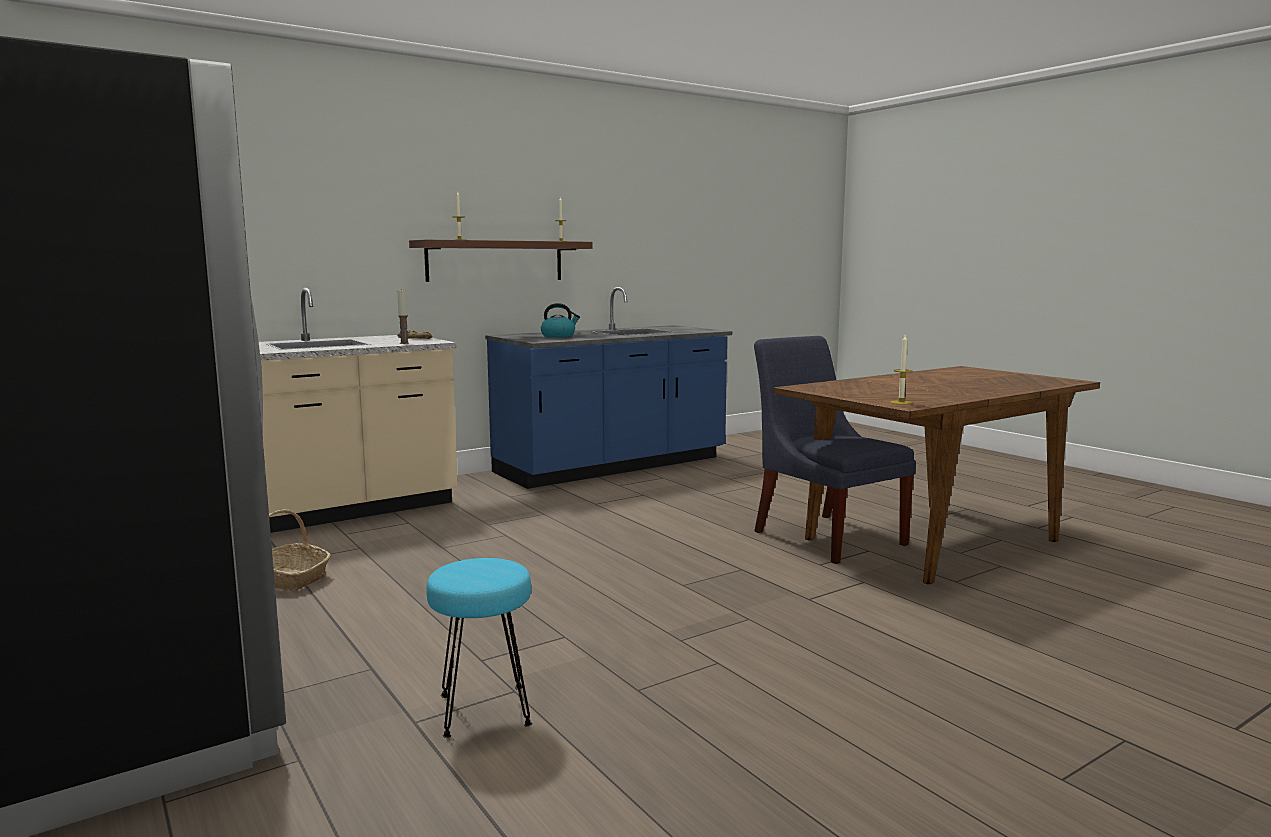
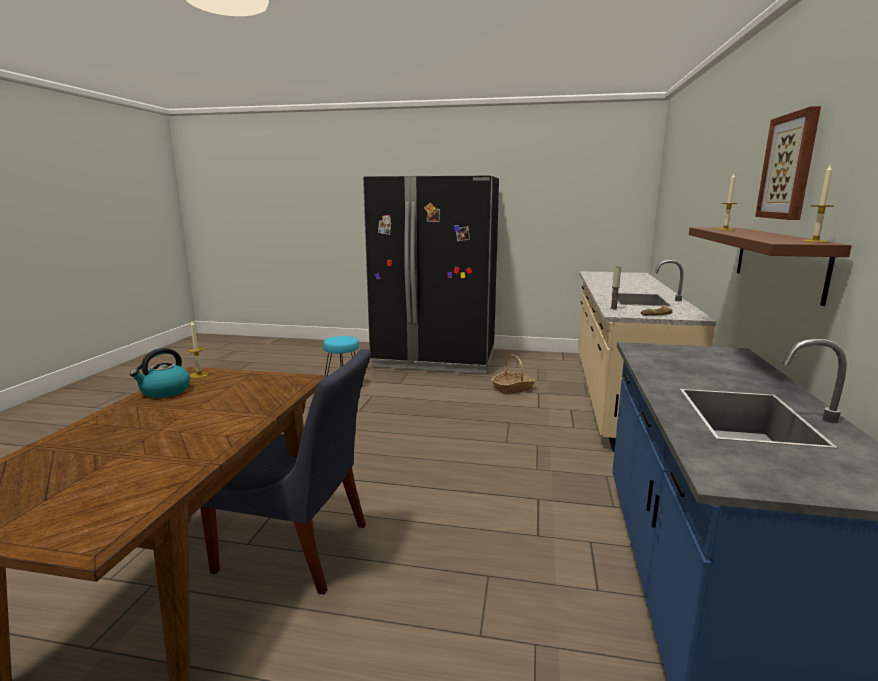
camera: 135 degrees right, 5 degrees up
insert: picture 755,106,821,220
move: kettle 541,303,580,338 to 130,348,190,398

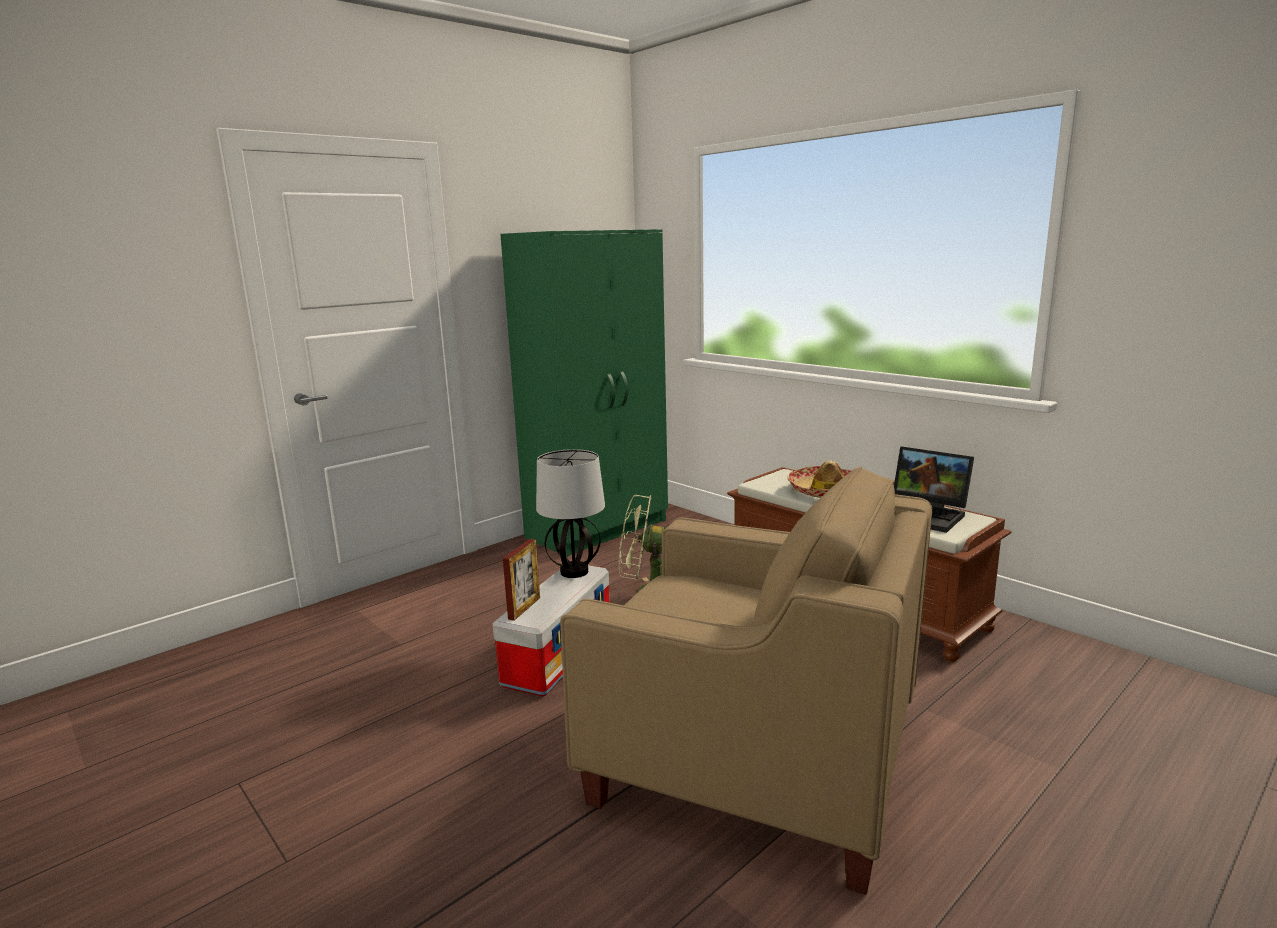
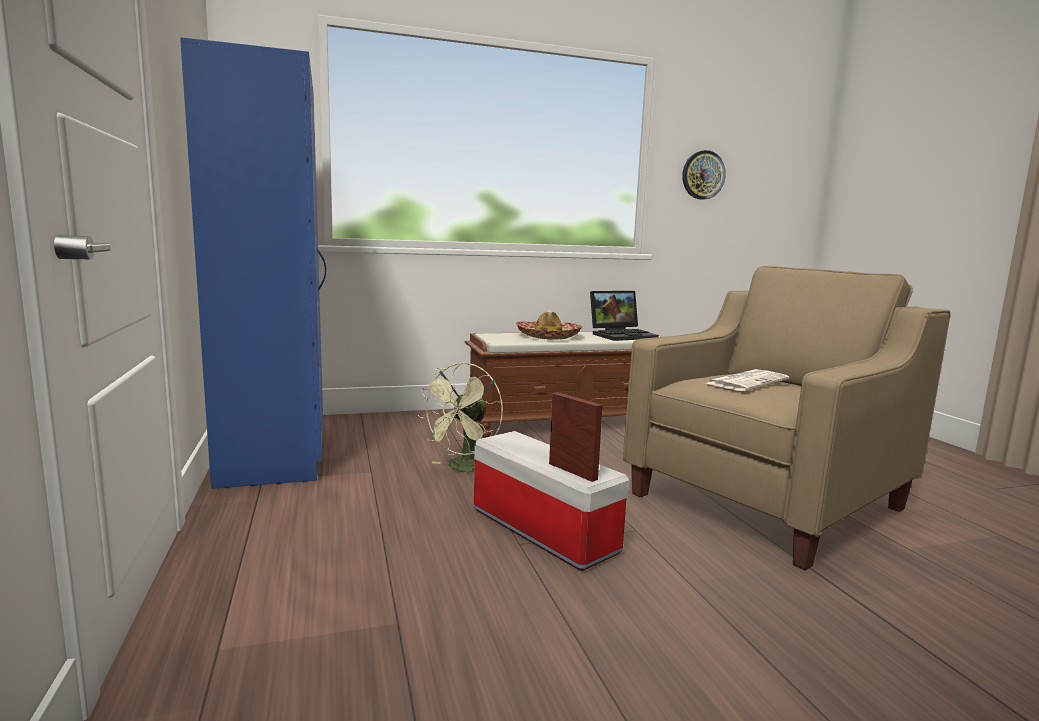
camera: 65 degrees left, 5 degrees down
delete: table lamp 536,449,605,578
insert: wall clock 682,150,726,200; newspaper 707,369,789,391
recolor: wardrobe/green 500,229,668,557 to wardrobe/blue 180,37,326,489

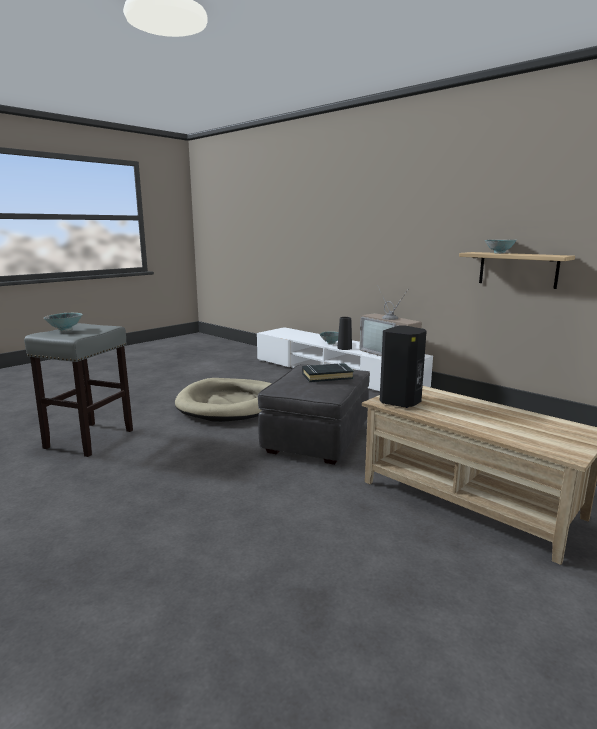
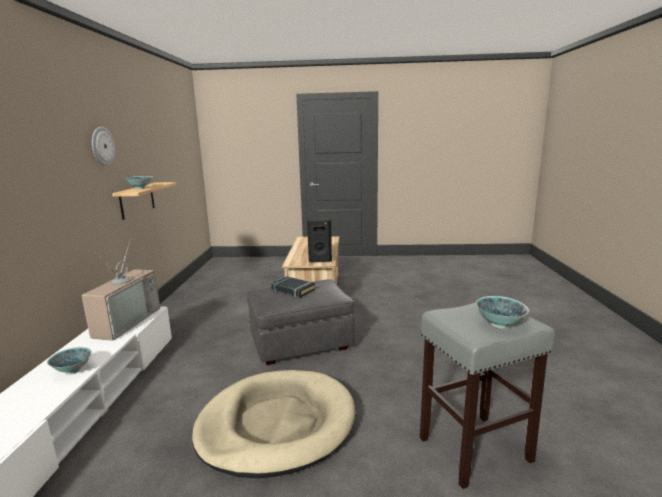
camera: 130 degrees left, 0 degrees up
delete: vase/black 337,317,352,350
insert: wall clock 92,127,115,166

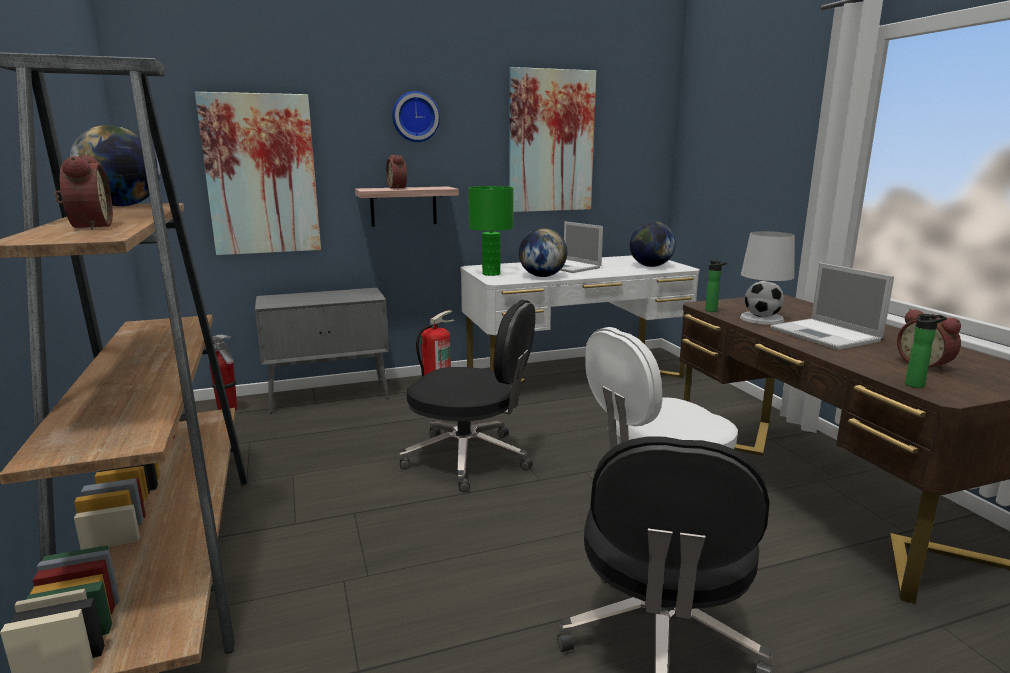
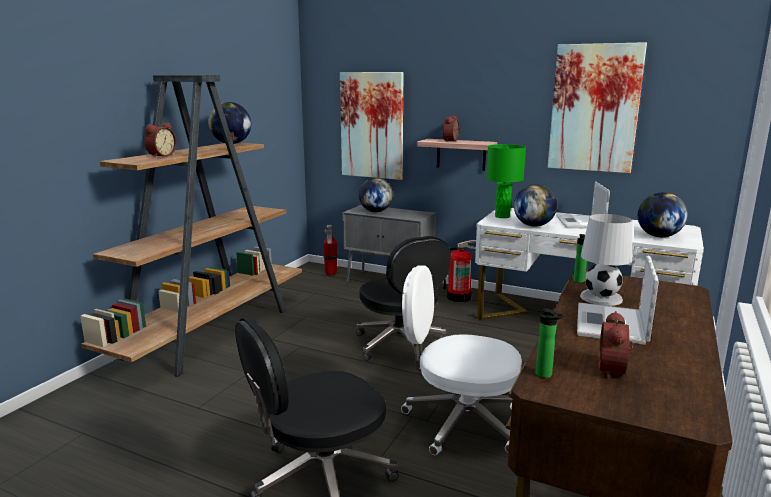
camera: 45 degrees right, 0 degrees up
delete: wall clock 392,91,440,142
insert: globe 359,178,393,212

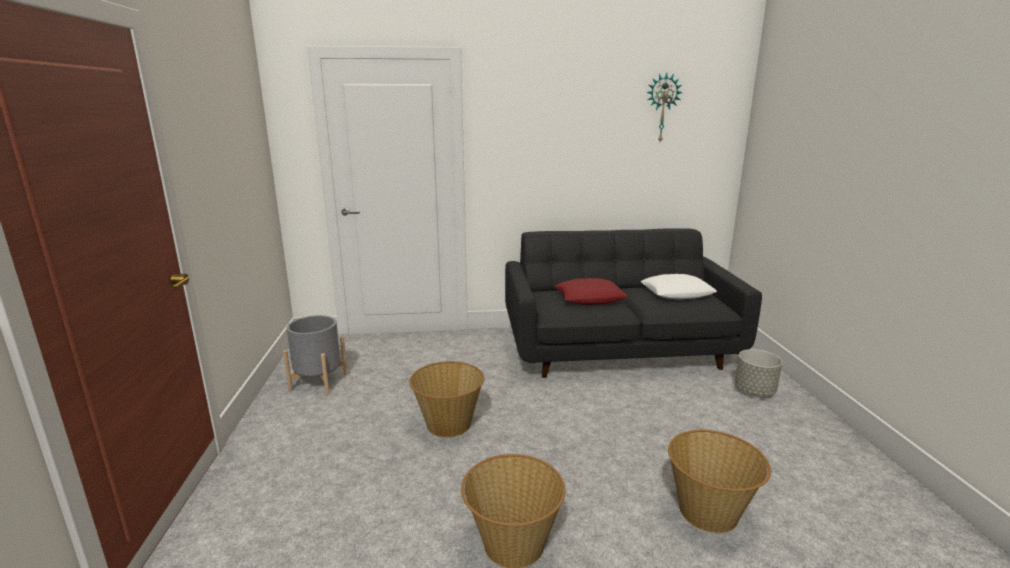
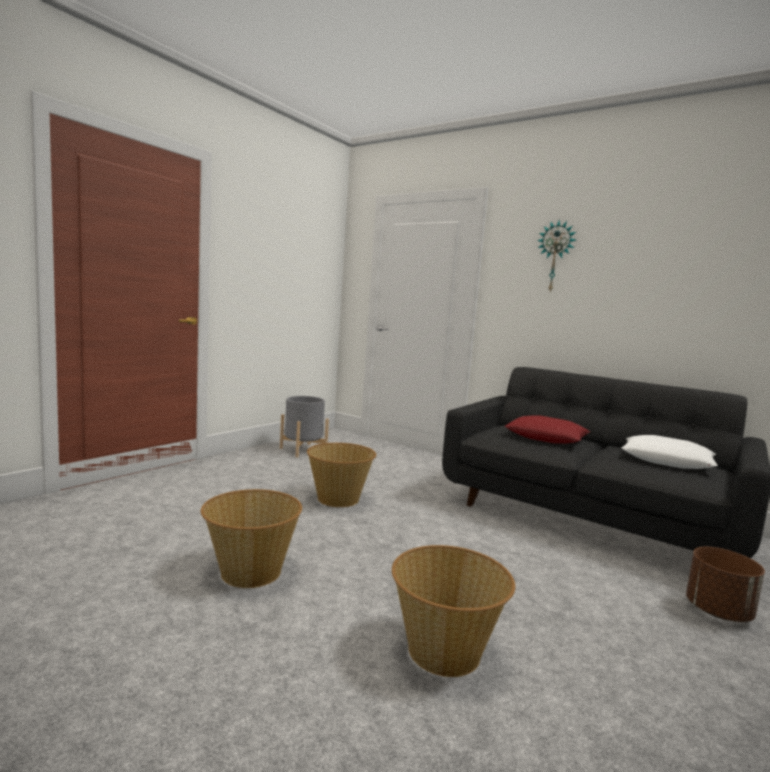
camera: 40 degrees right, 10 degrees down
move: wall clock 646,72,683,142 to 537,220,576,292
recolor: planter/grey 735,349,782,396 to planter/brown 686,547,765,622

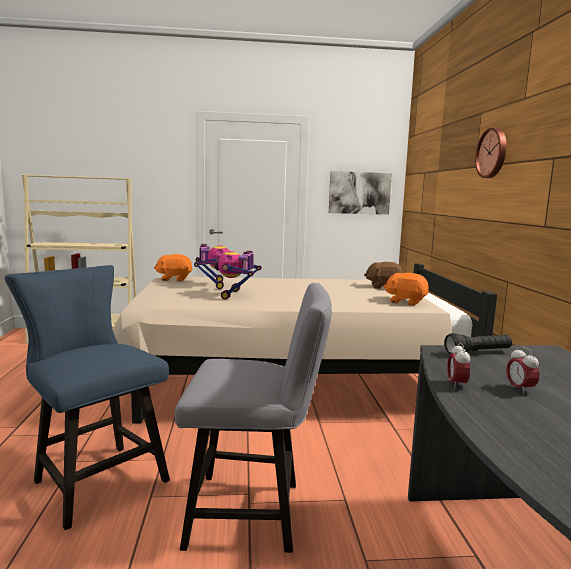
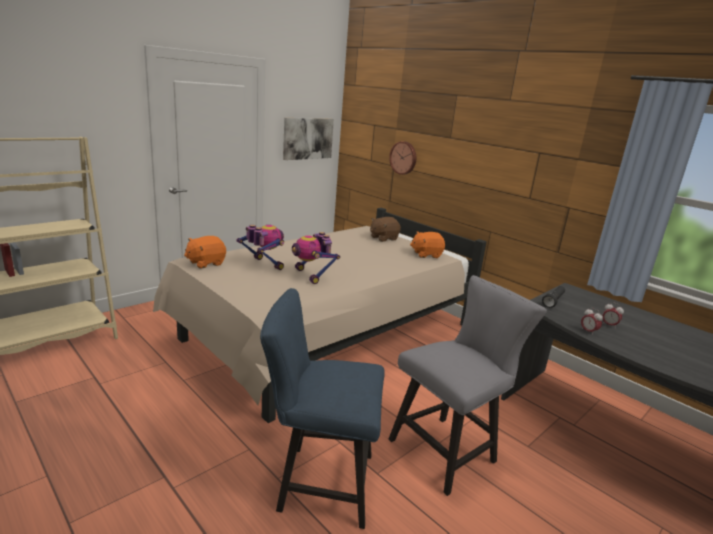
camera: 40 degrees left, 10 degrees up
move: wall clock 475,128,506,178 to 389,141,416,175

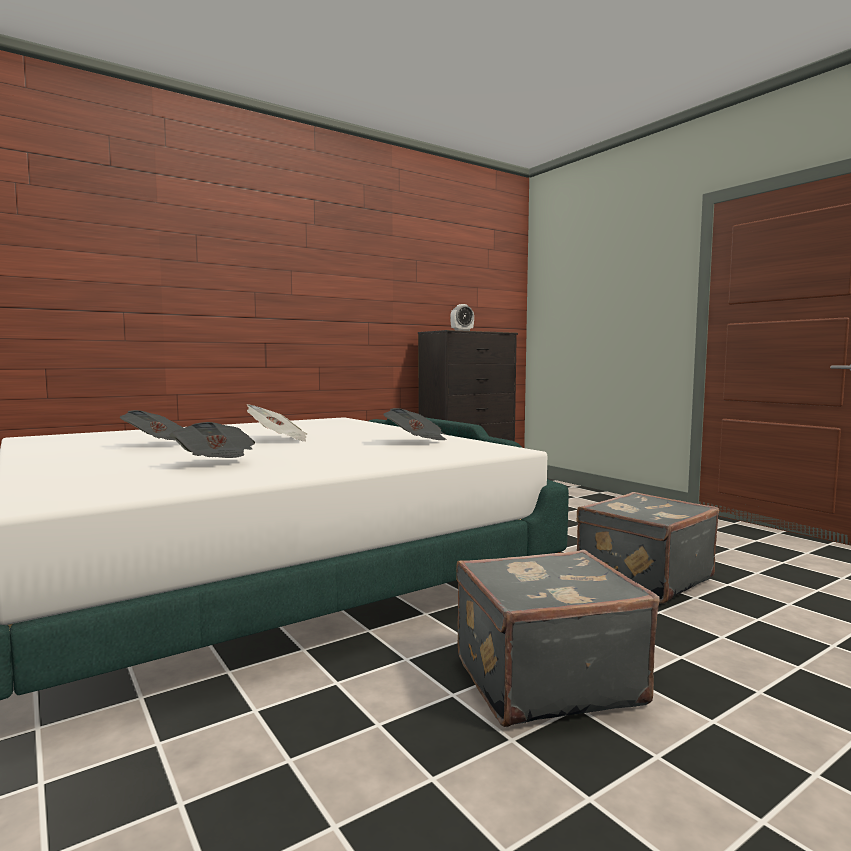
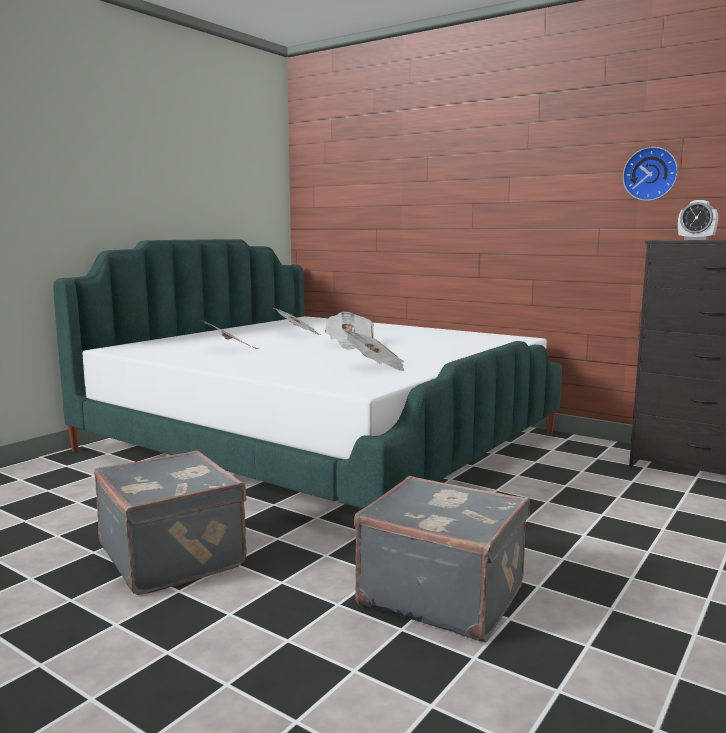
camera: 70 degrees right, 5 degrees up
insert: wall clock 623,147,678,201

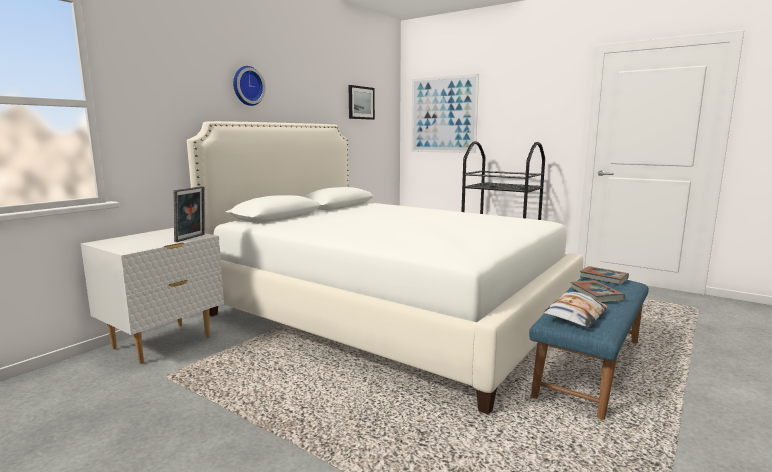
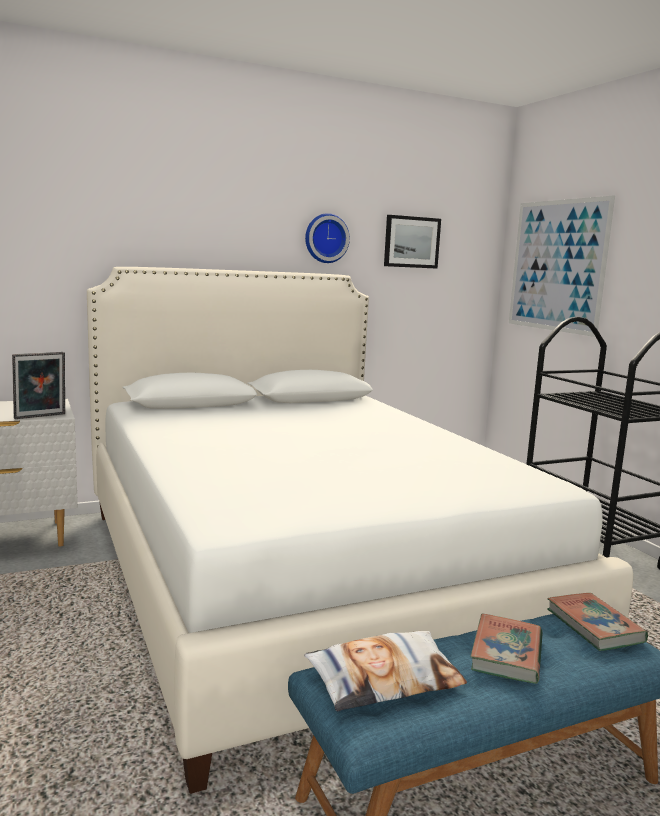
camera: 30 degrees right, 0 degrees up
move: wall clock 233,66,266,106 to 305,213,350,263

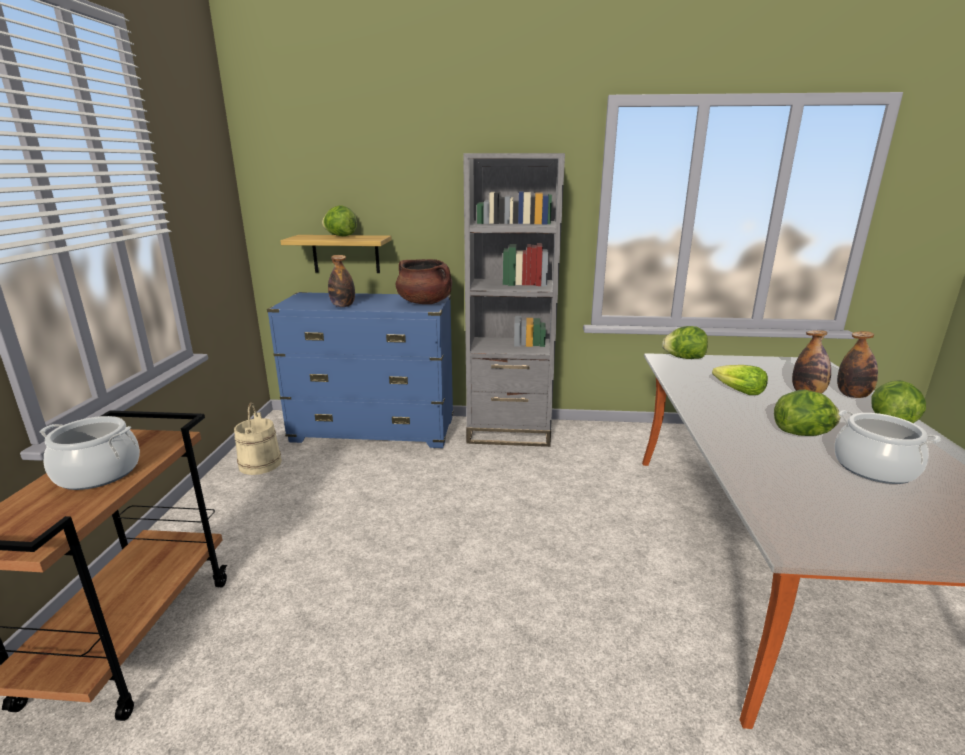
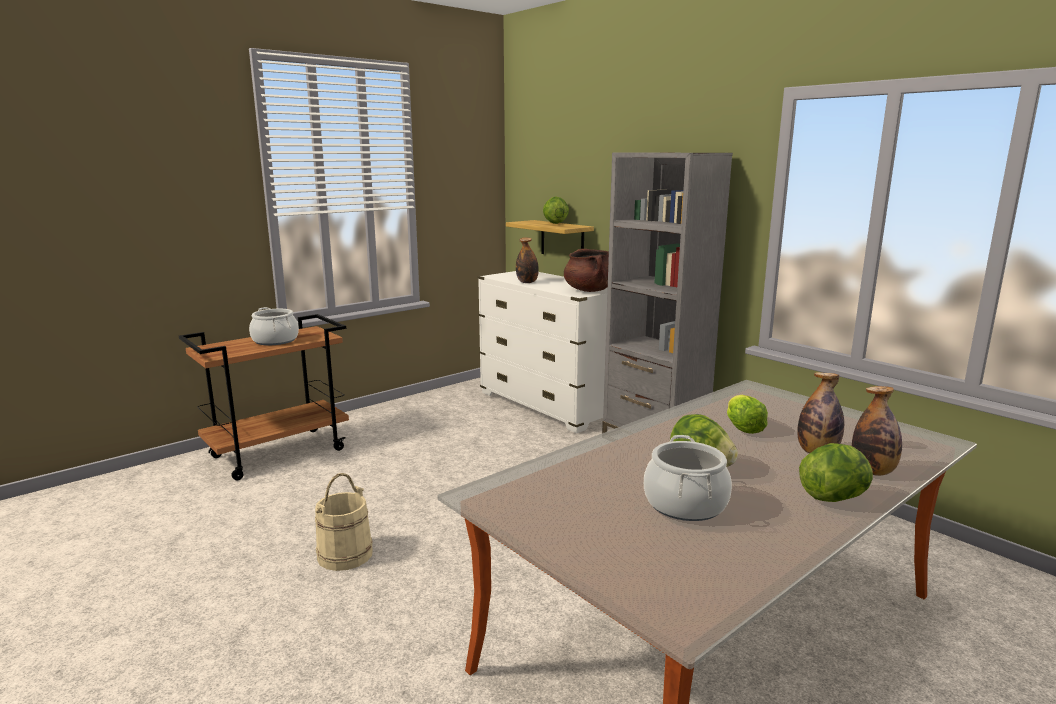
camera: 45 degrees right, 5 degrees down
delete: lettuce 662,326,708,359
move: bucket/beige 234,403,282,475 to 315,473,373,571
recolor: dresser/blue 267,292,454,448 to dresser/white 478,271,608,433

